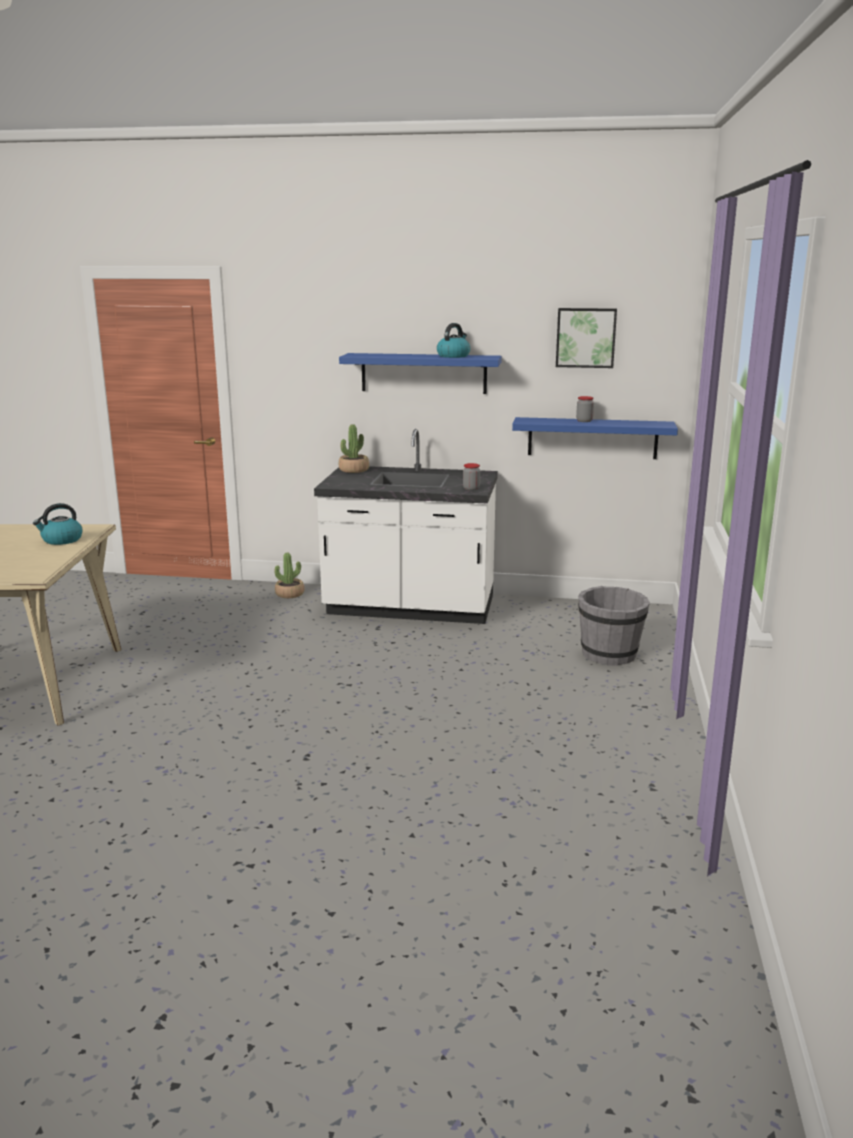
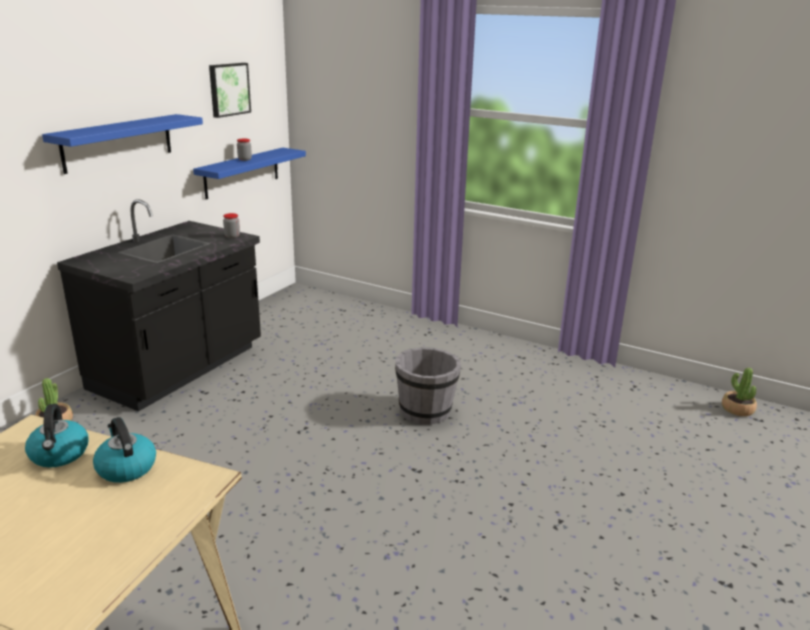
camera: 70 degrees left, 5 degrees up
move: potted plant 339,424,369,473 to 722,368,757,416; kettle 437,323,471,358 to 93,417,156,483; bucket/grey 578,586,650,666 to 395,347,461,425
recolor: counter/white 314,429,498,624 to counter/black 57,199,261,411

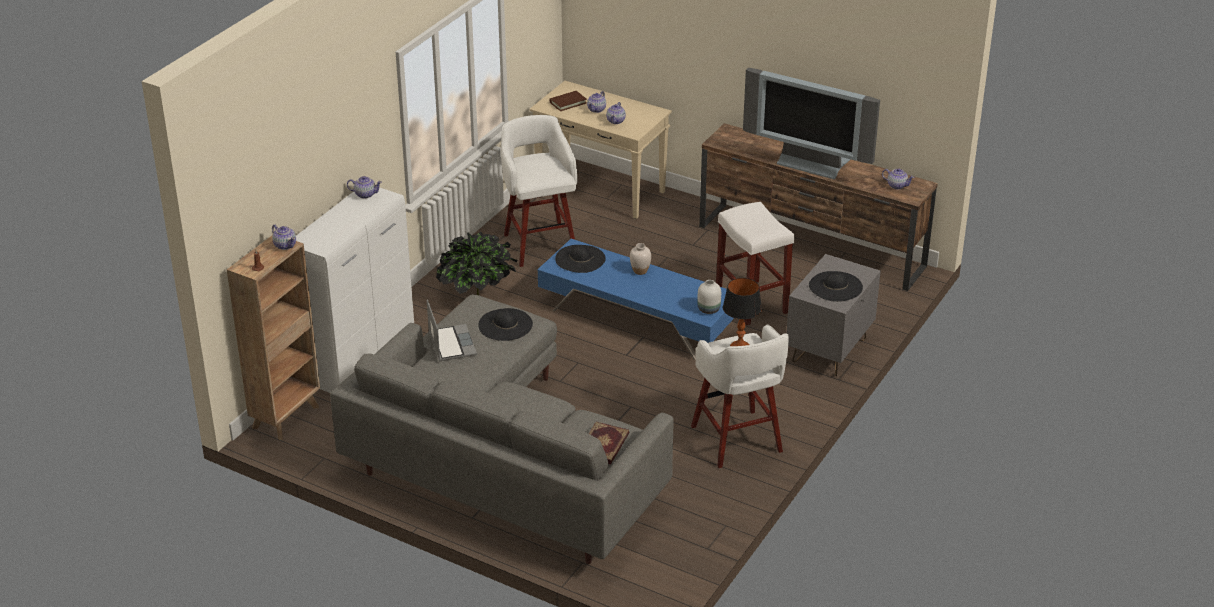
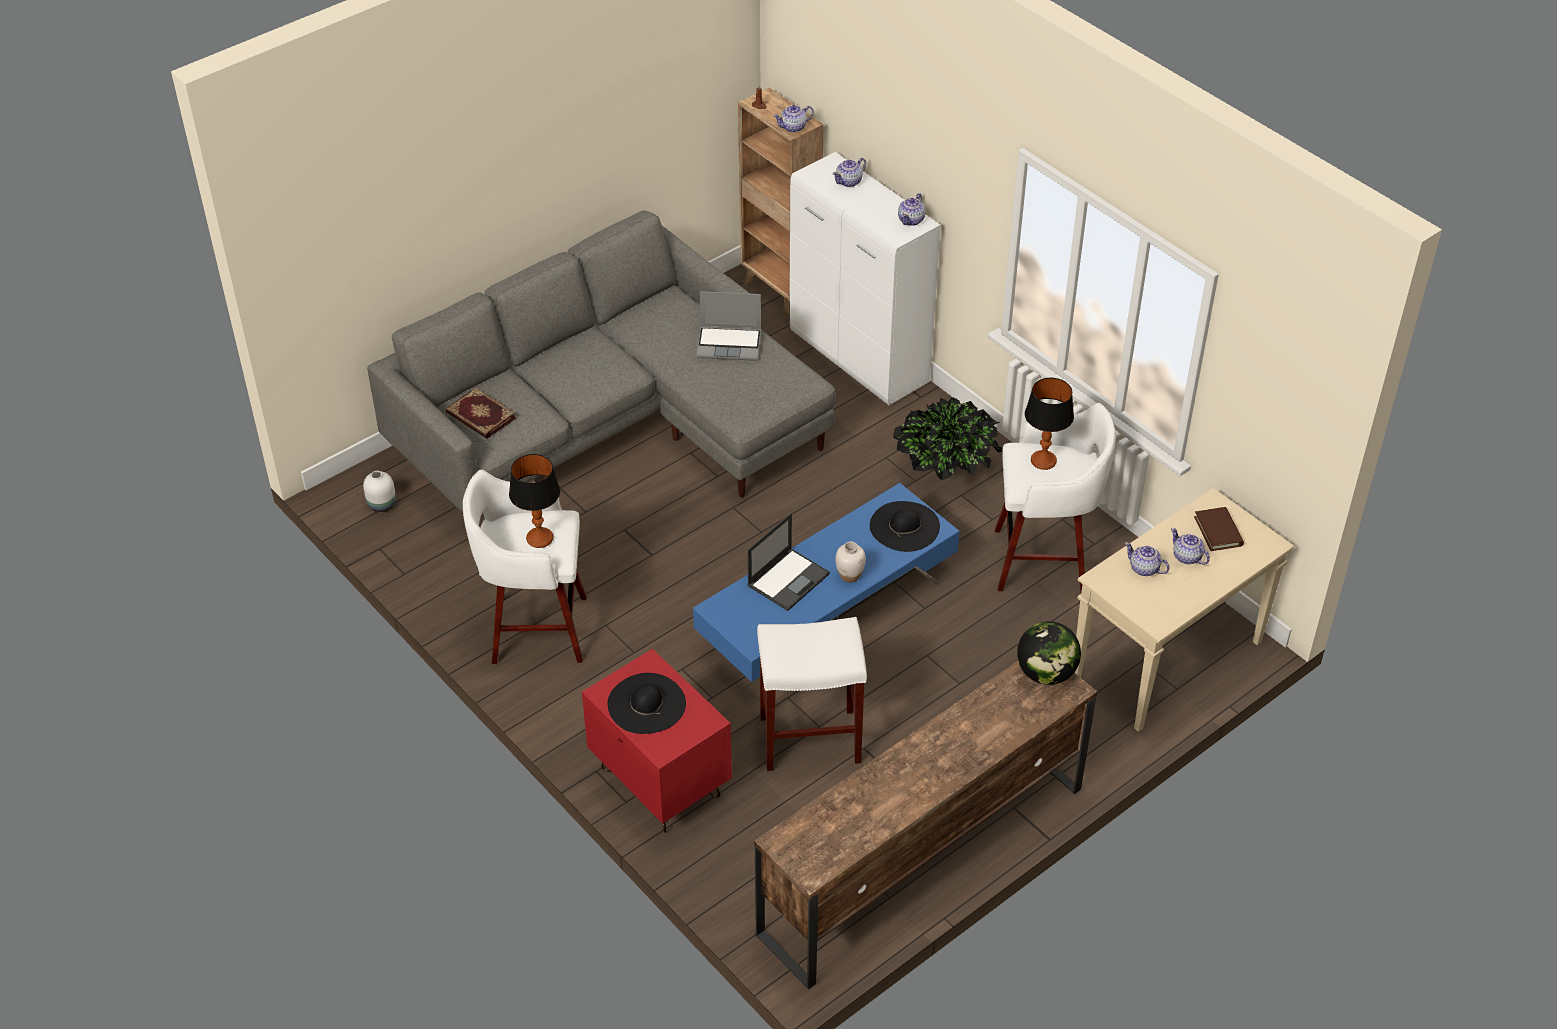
camera: 110 degrees right, 10 degrees up
delete: hat/black 478,308,533,341; television 743,68,880,180
insert: laptop 747,513,830,611; globe 1017,621,1081,685; table lamp 1025,378,1074,470
move: vase/white 697,280,721,314 to 363,471,396,512; teapot 882,168,914,189 to 832,158,866,187
recolor: nightstand/grey 786,254,881,376 to nightstand/red 582,649,732,833

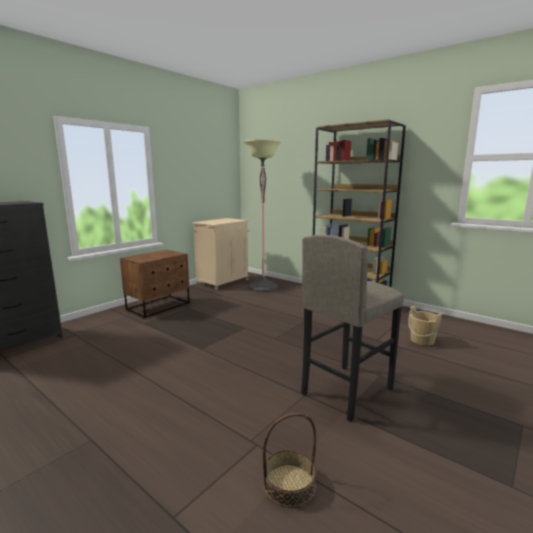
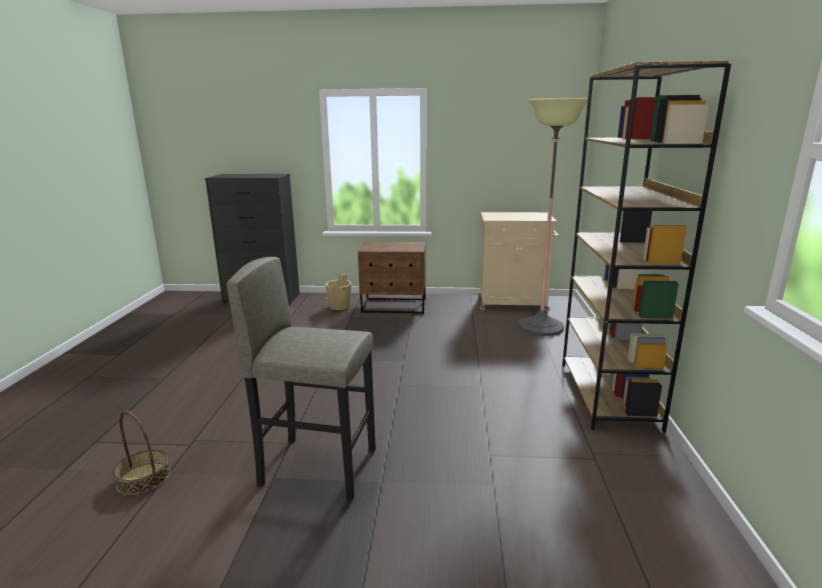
camera: 55 degrees right, 5 degrees up
move: bucket/beige 408,306,442,346 to 325,274,352,310

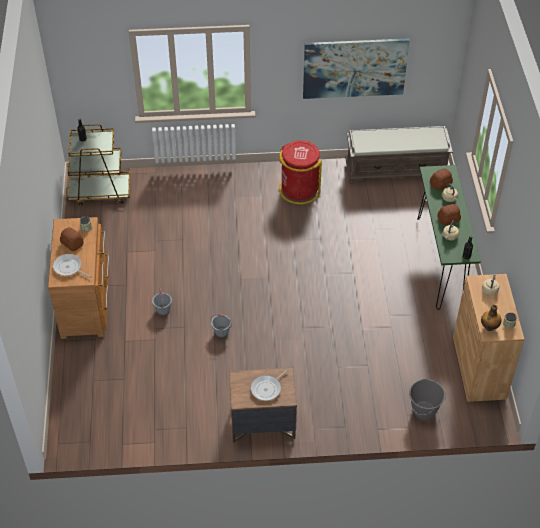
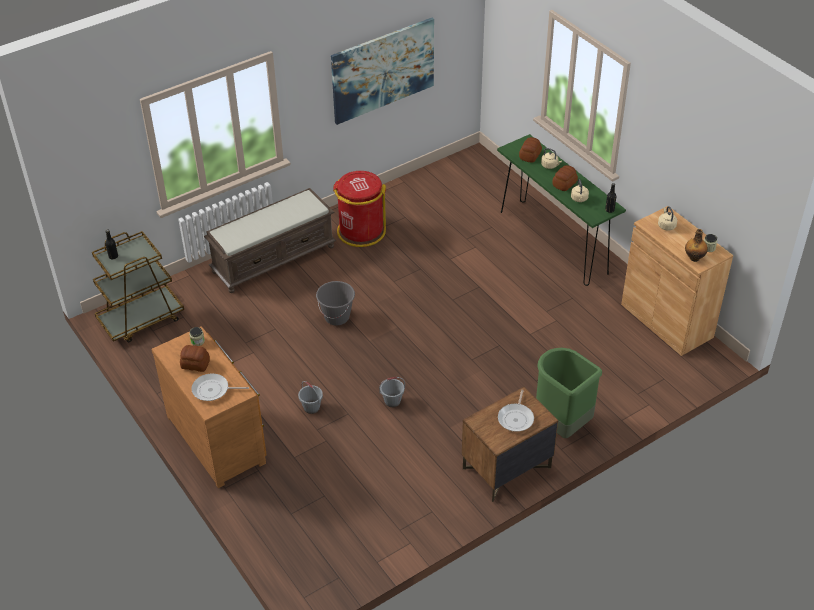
camera: 30 degrees left, 5 degrees down
insert: trash can/green 536,348,602,438
move: bench/brown 345,126,453,184 to 204,188,336,293; bucket/grey 409,379,446,420 to 316,281,355,326

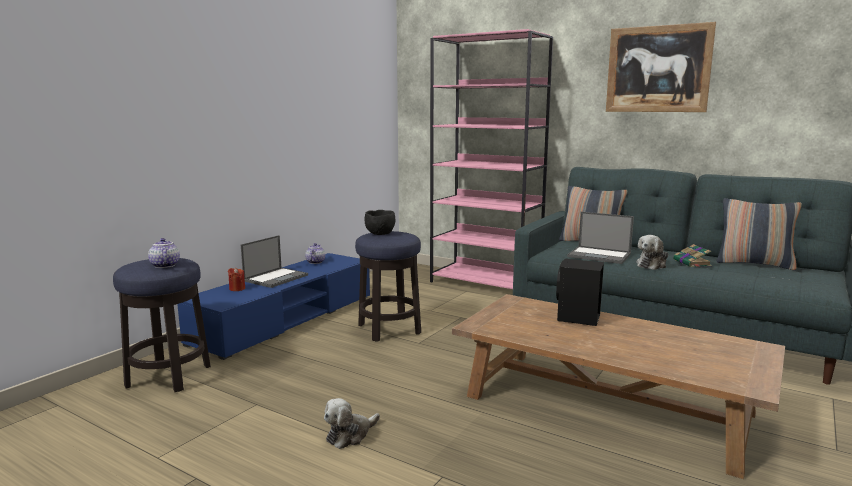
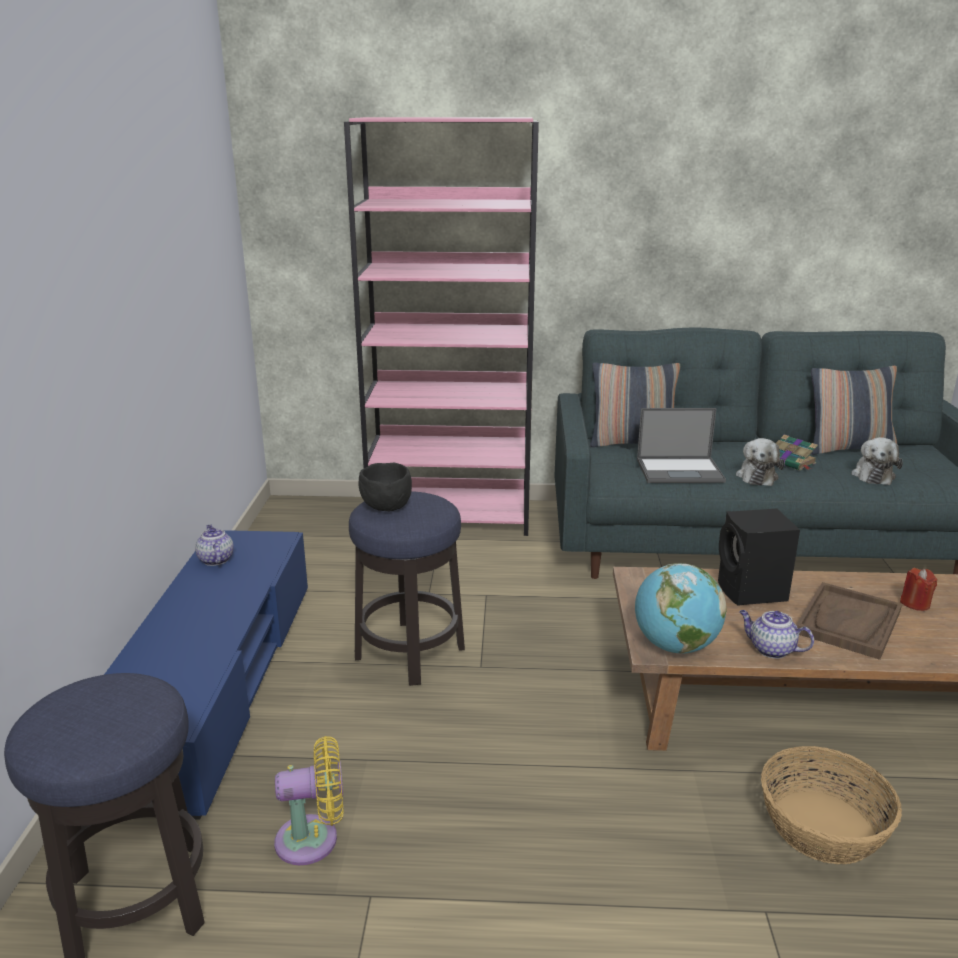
camera: 30 degrees left, 10 degrees up
delete: laptop 241,235,308,288; picture 606,22,716,112
insert: fan/yellow 274,736,344,865; globe 635,563,727,654; basket 761,746,902,864; tray/brown 796,582,902,660
move: teapot 148,238,180,268 to 739,610,814,659; candle/red 228,267,245,291 to 900,568,937,611; plush toy 324,398,380,449 to 851,437,903,485

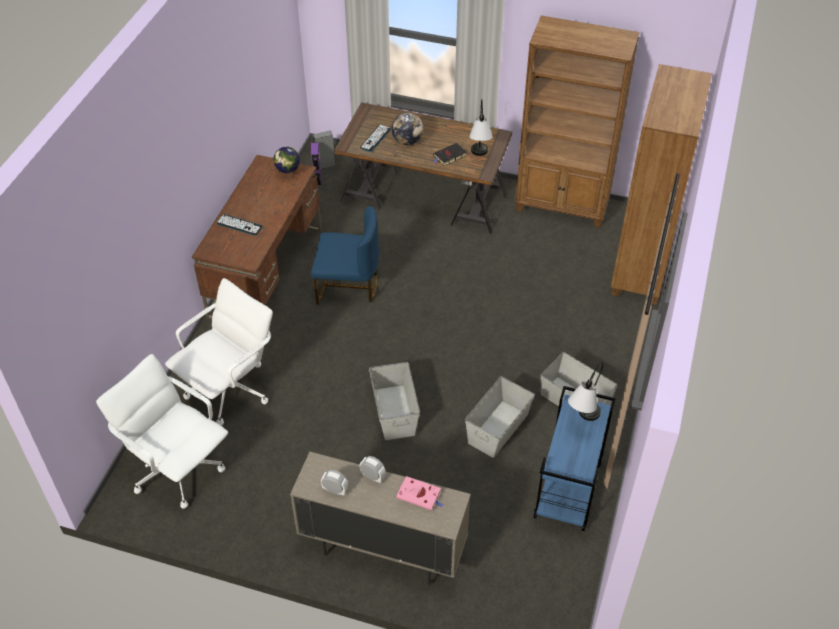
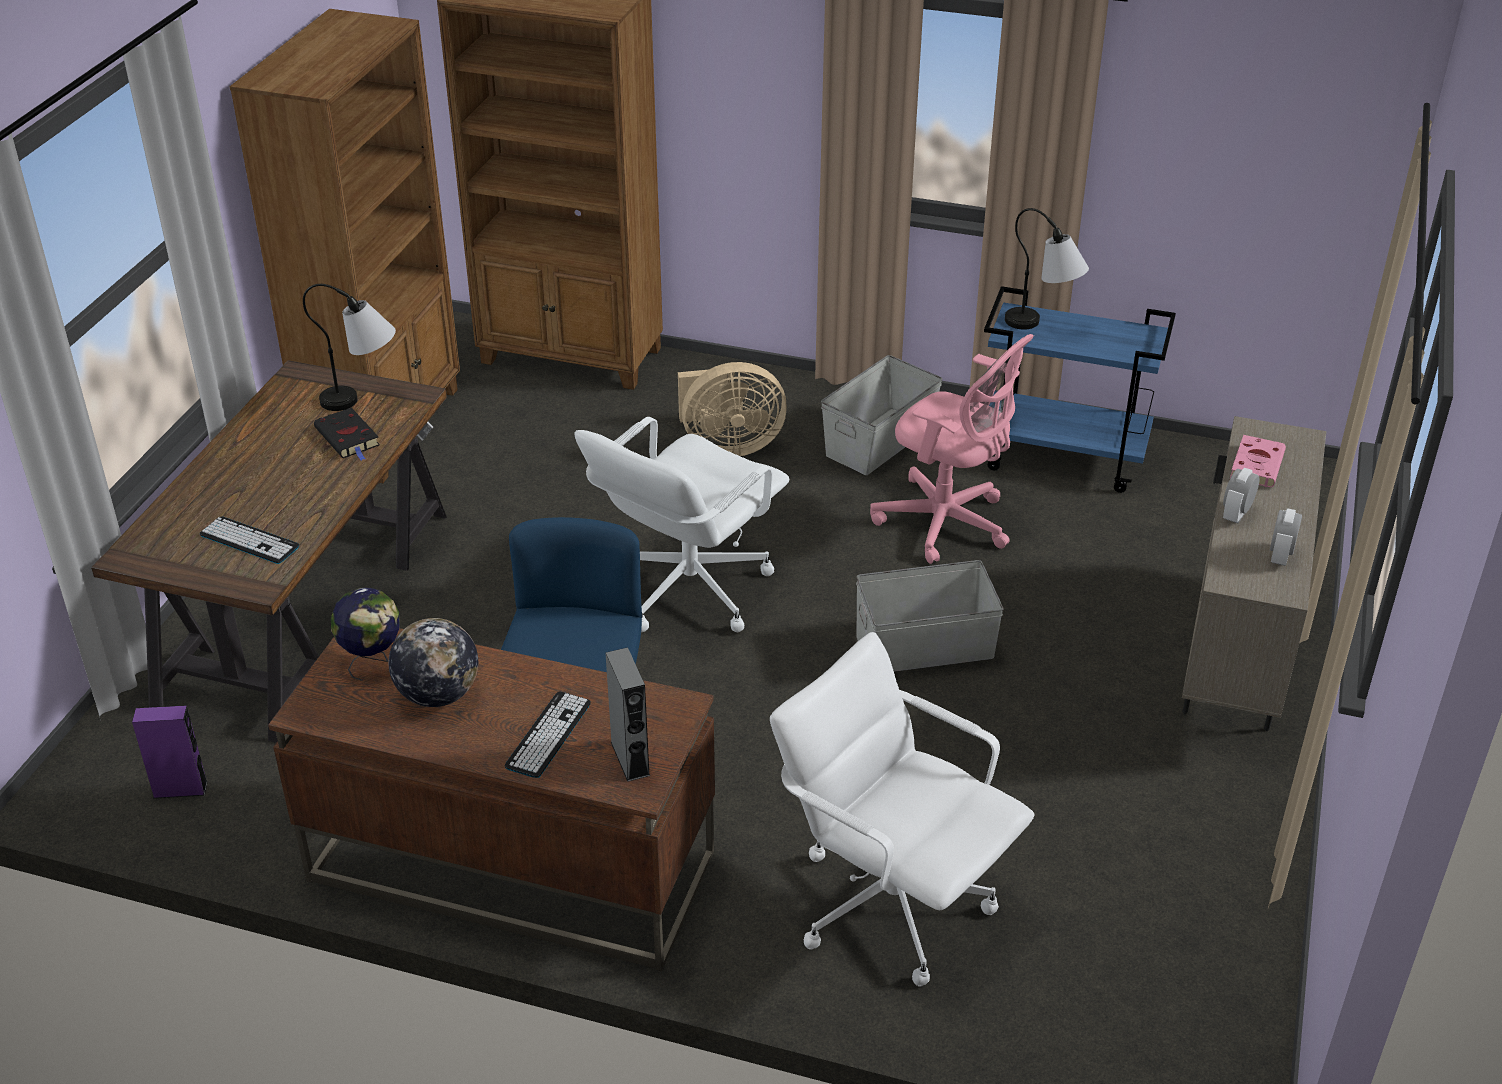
camera: 90 degrees left, 10 degrees down
insert: fan/beige 678,362,787,456
move: office chair/white 96,354,228,509 to 574,417,789,632; speaker/grey 313,131,335,169 to 606,647,650,782; globe 391,113,423,145 to 389,618,478,707
replace: storage box/grey 465,376,535,458 to office chair/pink 870,334,1034,564

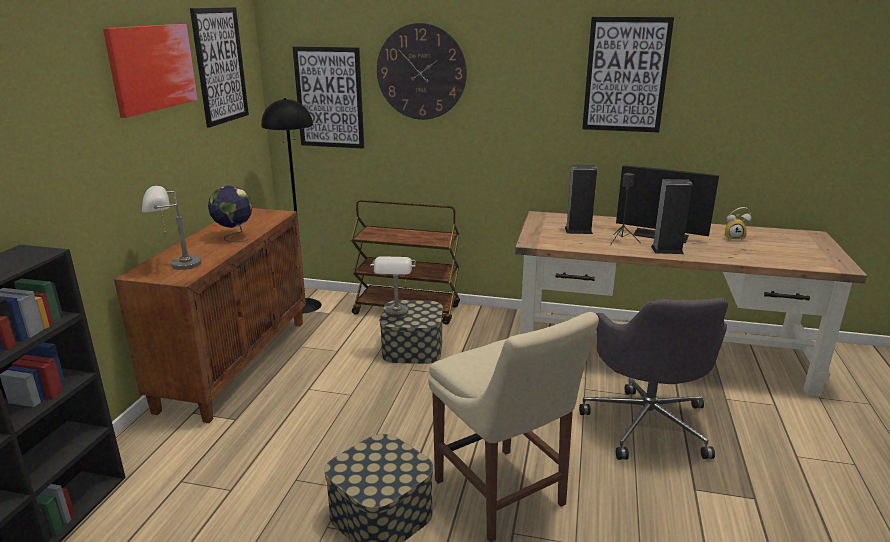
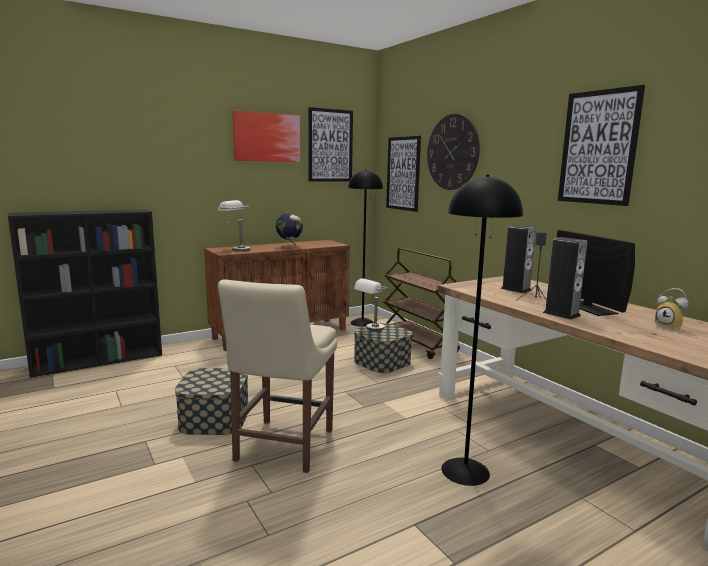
camera: 45 degrees right, 10 degrees down
replace: office chair/grey 579,298,728,460 to floor lamp/black 441,175,523,486

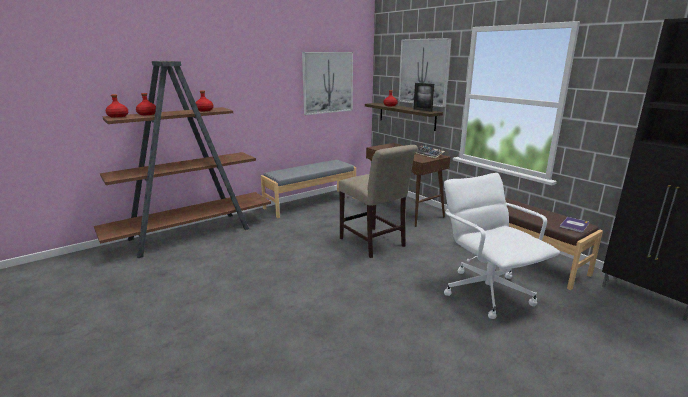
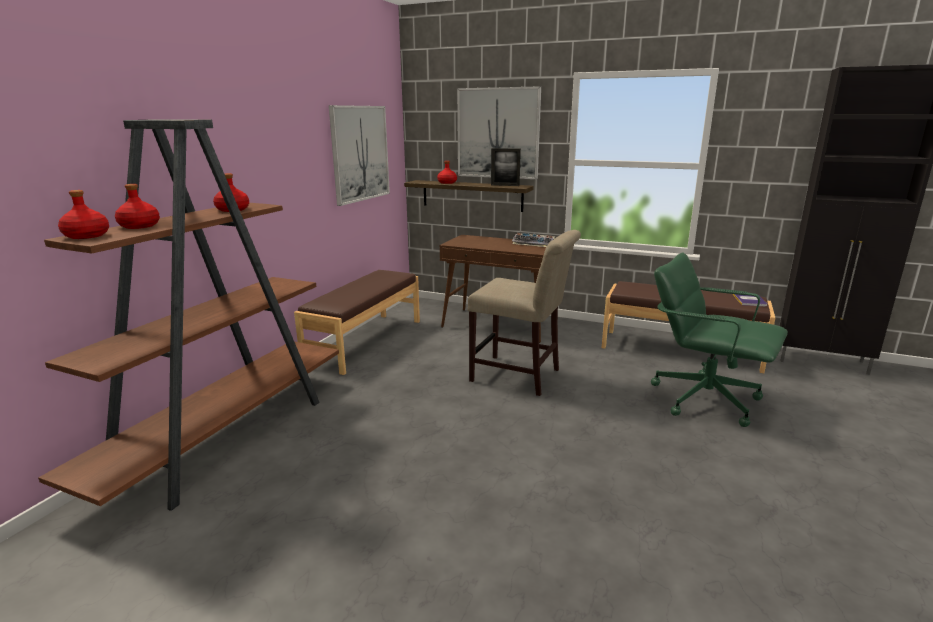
camera: 30 degrees left, 0 degrees up
recolor: bench/grey 261,160,356,218 to bench/brown 294,270,420,375; office chair/white 444,173,560,319 to office chair/green 651,252,788,427

